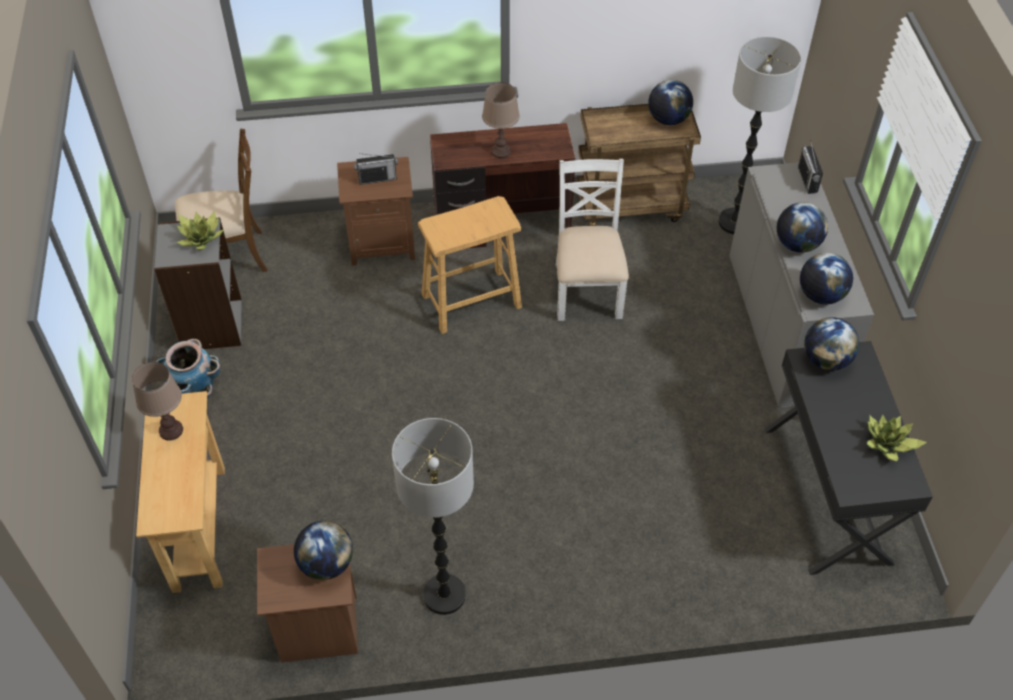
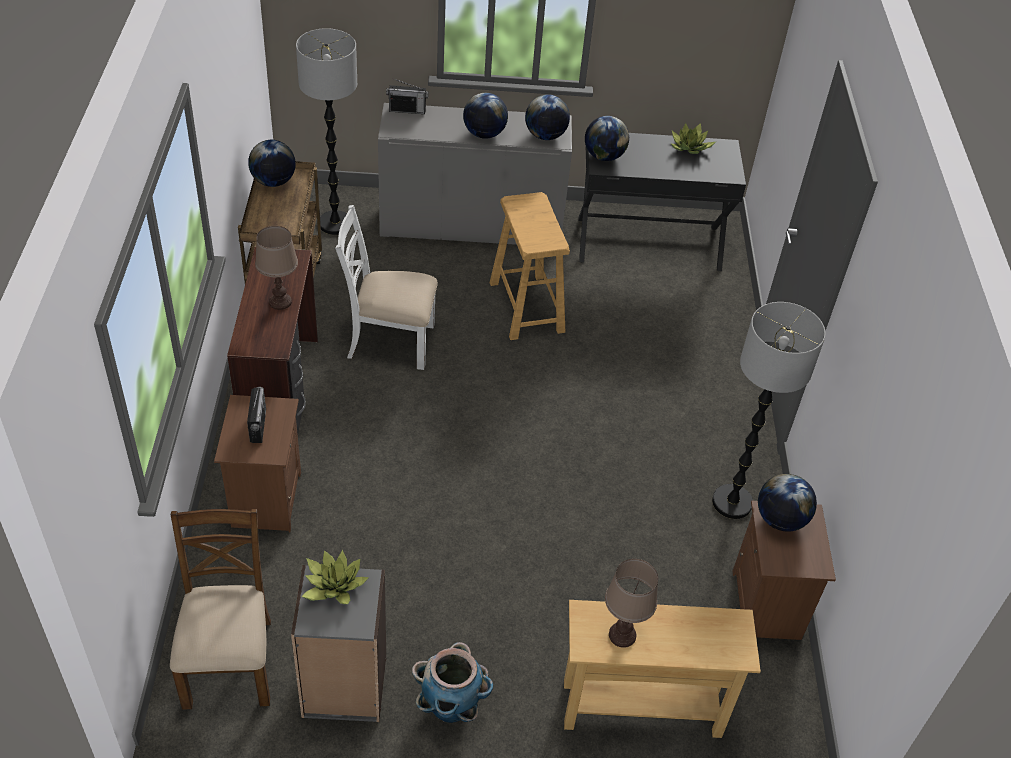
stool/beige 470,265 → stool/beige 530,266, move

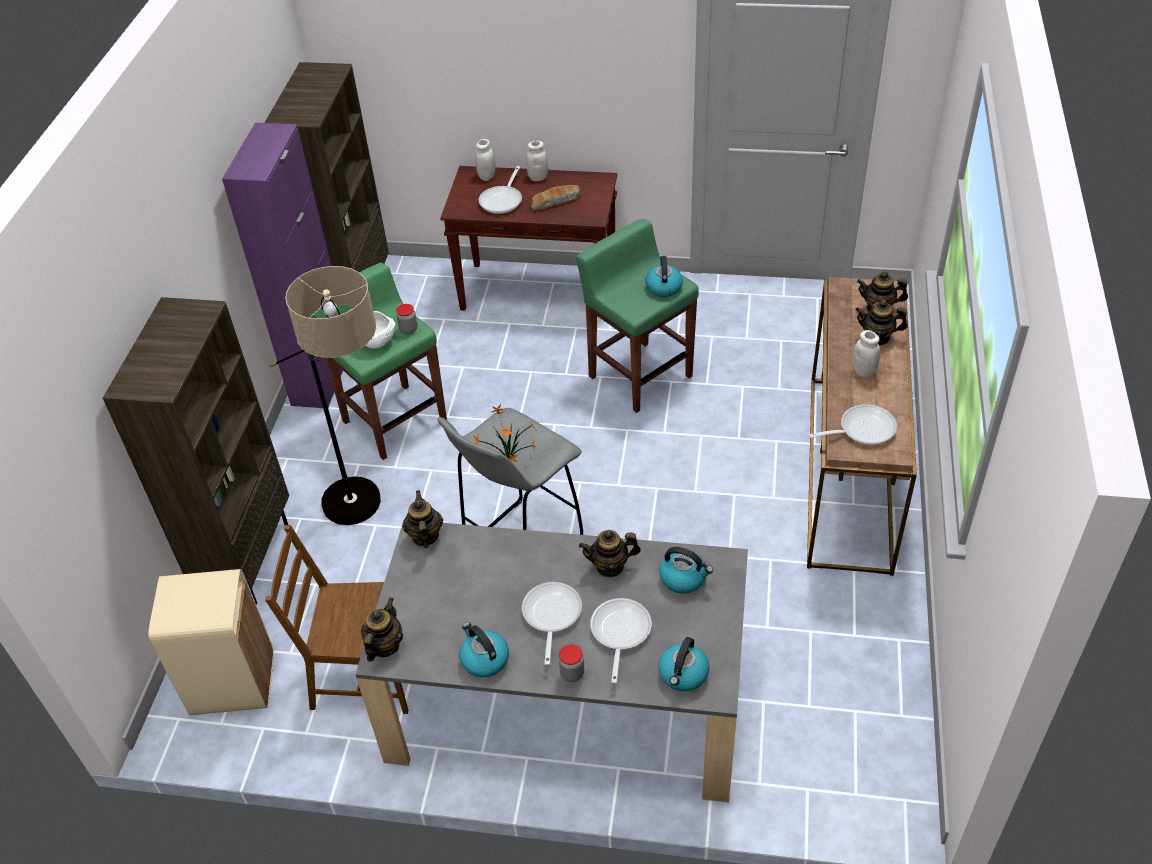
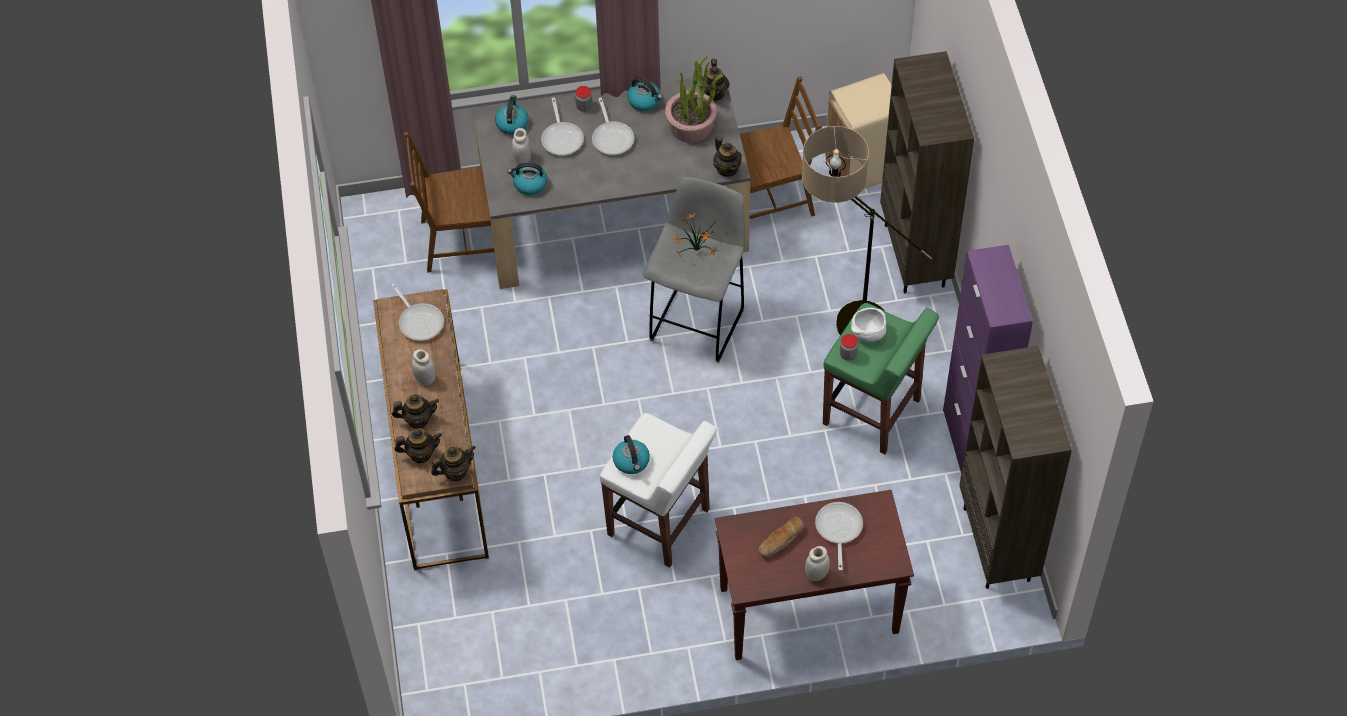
jar/white 485,160 → jar/white 521,146, move
stool/green 637,316 → stool/white 658,490
frying pan 853,424 → frying pan 417,312, 90 degrees counterclockwise
teapot 610,554 → teapot 453,463, move
- → potted plant 694,99
- → chair/brown 449,202

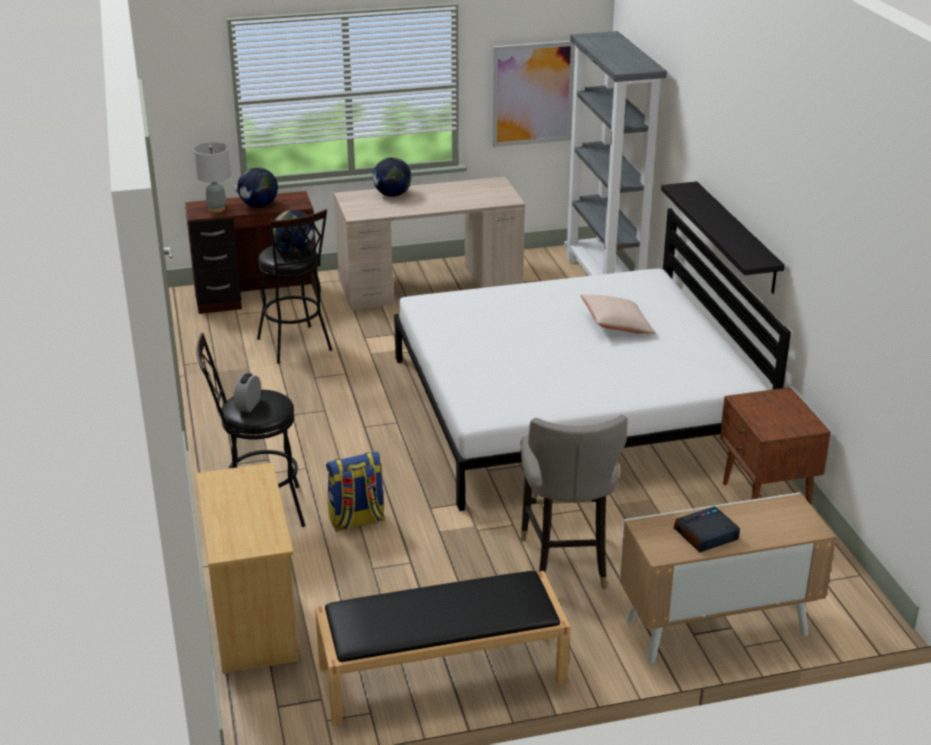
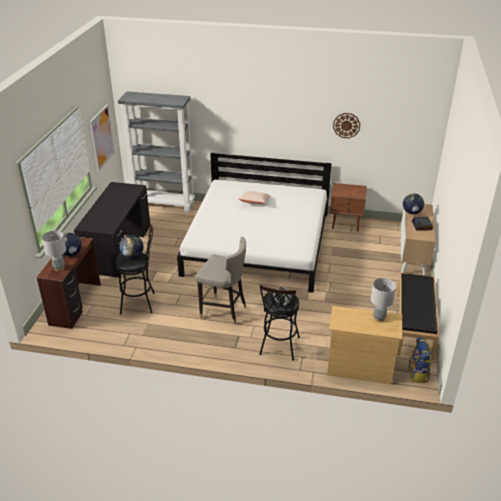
globe 392,177 → globe 413,203, move
desk/beige 429,243 → desk/black 112,229
shelf/black 723,237 → -
stool/grey 574,502 → stool/grey 220,281, move
backpack 355,492 → backpack 420,360, move
- → wall clock 346,125
- → table lamp/grey 383,300

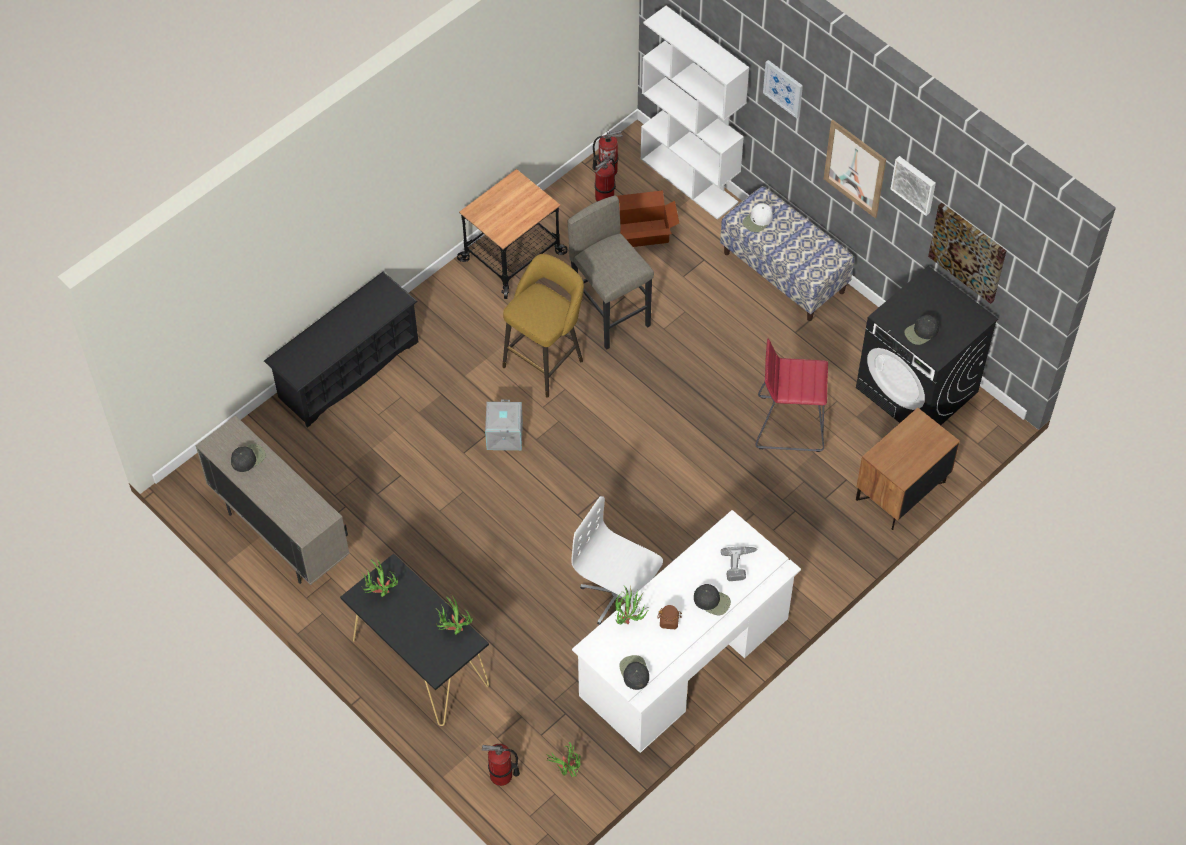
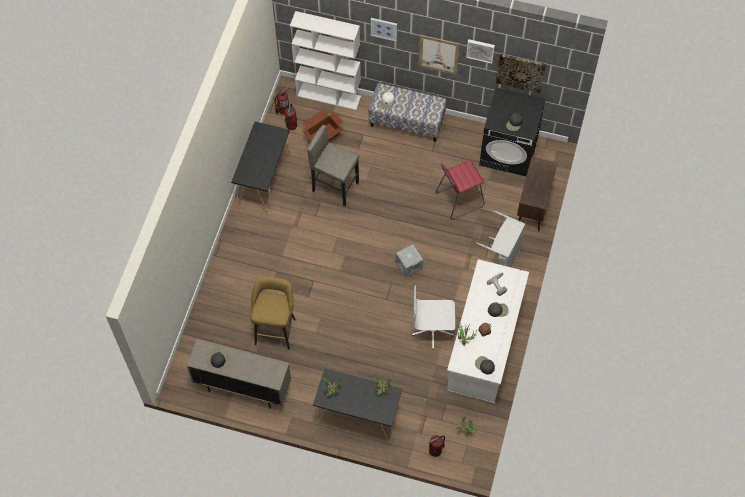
cart 512,234 → console table/black 261,168
stool/yellow 543,326 → stool/yellow 273,313, move
shoe rack/black 341,350 → -
storage box/grey 504,425 → storage box/grey 409,261, move
nightstand/brown 908,469 → cabinet/brown 537,194
- → laundry basket/grey 499,240

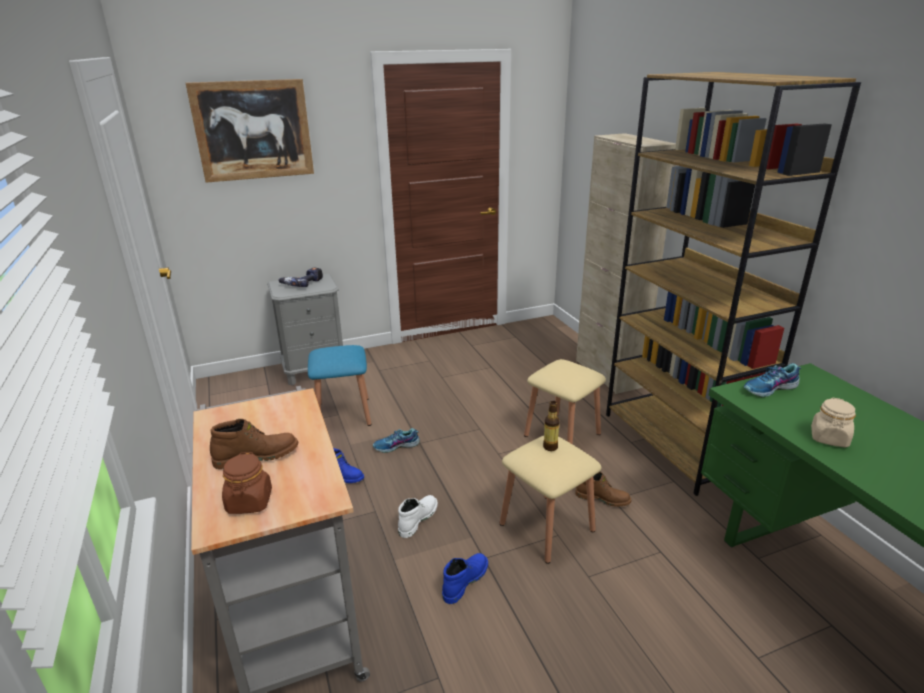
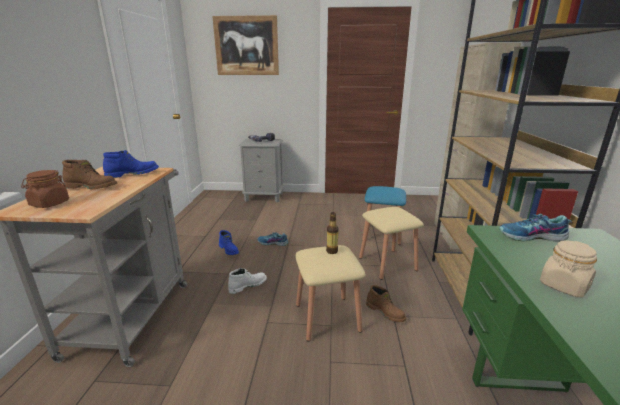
stool/blue 339,385 → stool/blue 384,215, move
boot/blue 465,578 → boot/blue 131,164, move

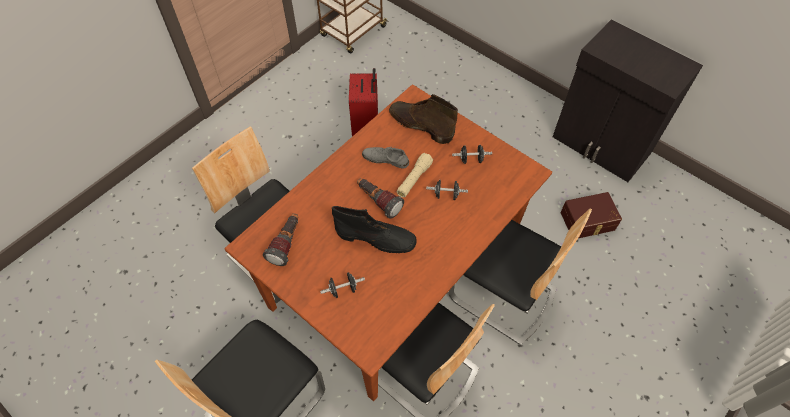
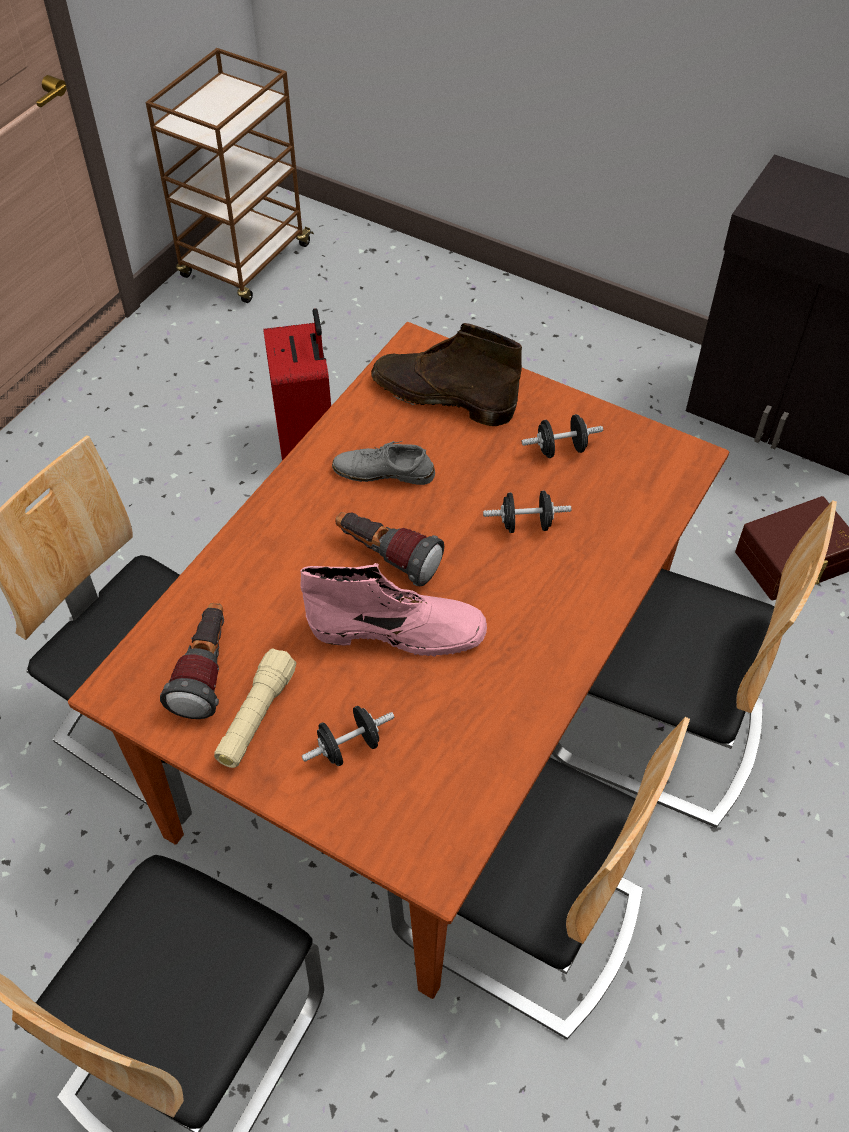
flashlight/beige 415,175 → flashlight/beige 255,708, move
boot/black 374,229 → boot/pink 393,610

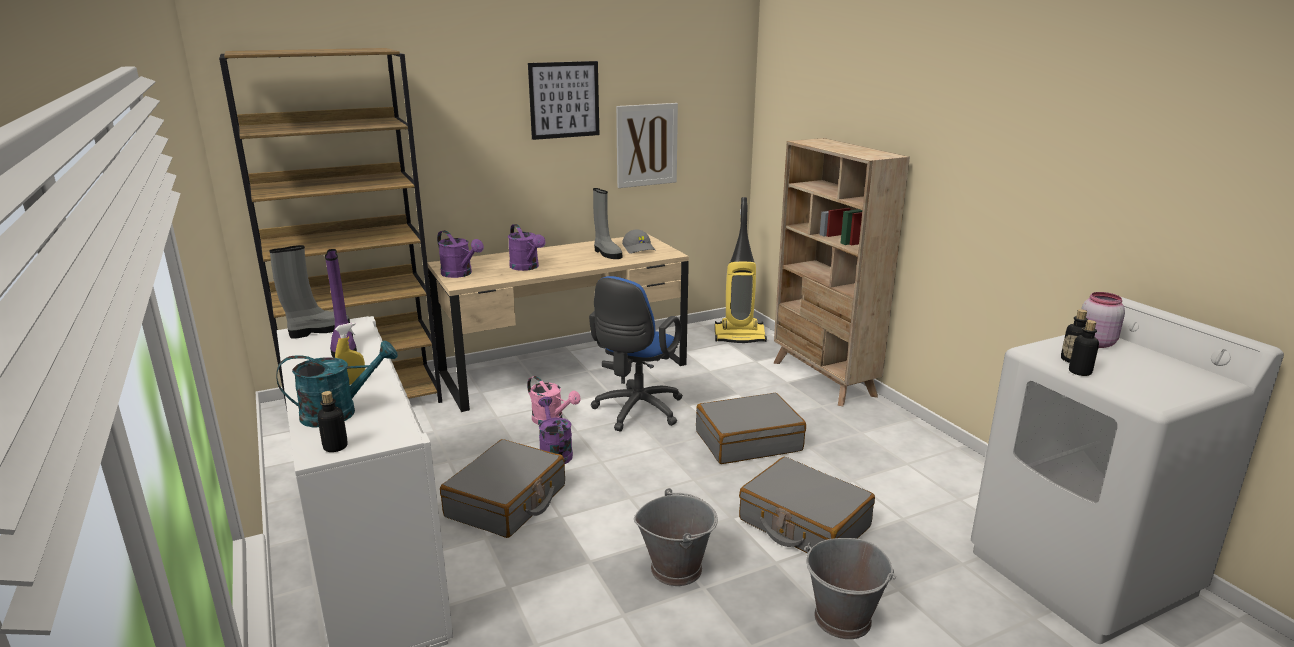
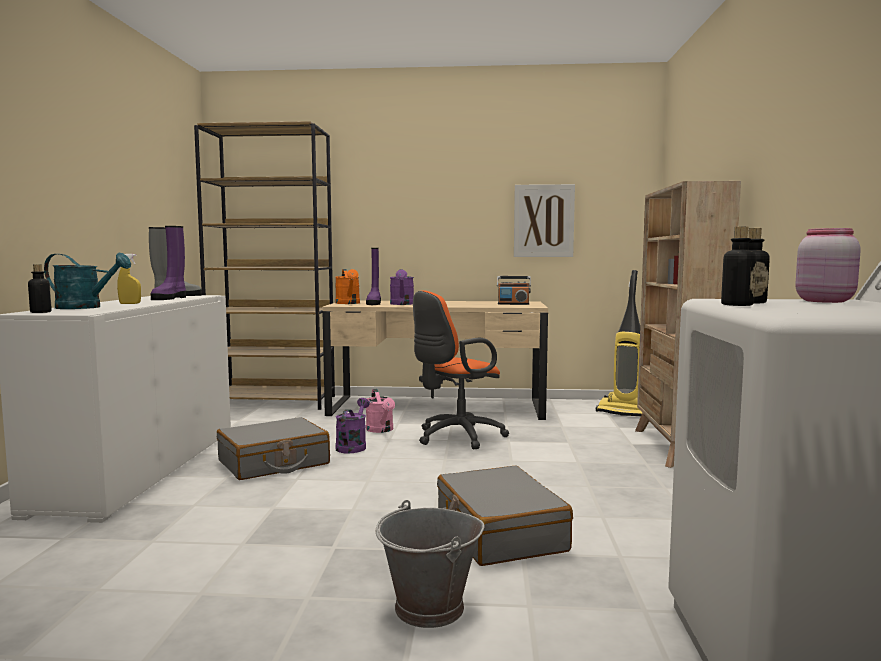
picture 563,100 → -
boot/grey 607,223 → -
cap/grey 639,241 → radio 514,290
watering can/purple 460,254 → watering can/orange 347,286
office chair/blue 636,353 → office chair/orange 461,369
suitcase/grey 751,428 → -
bucket/grey 676,537 → -
- → boot/purple 373,276

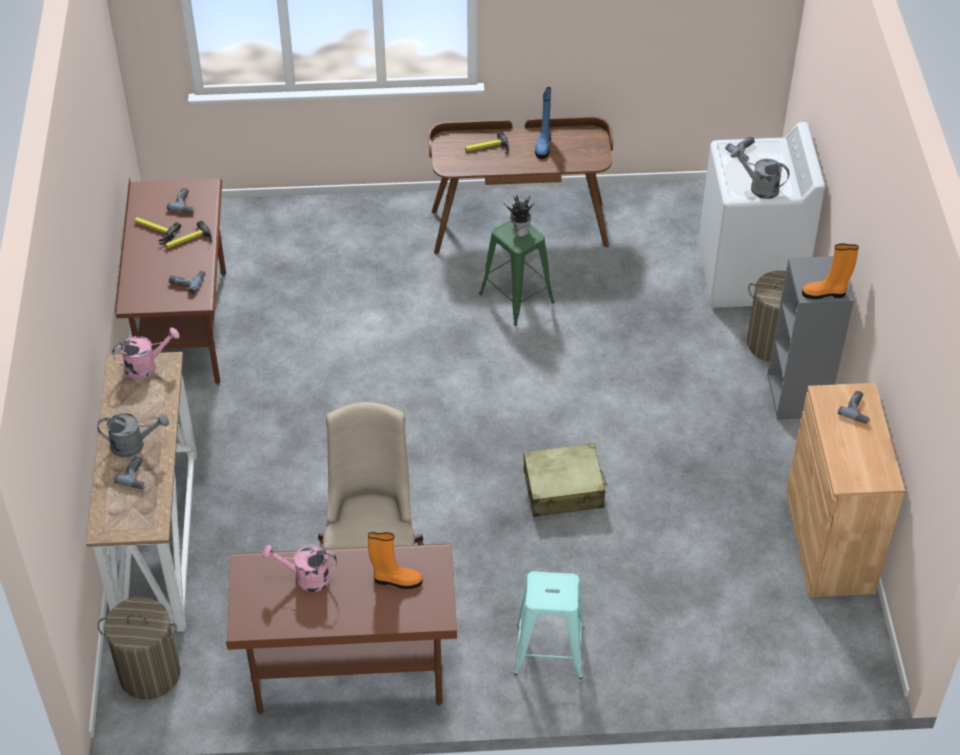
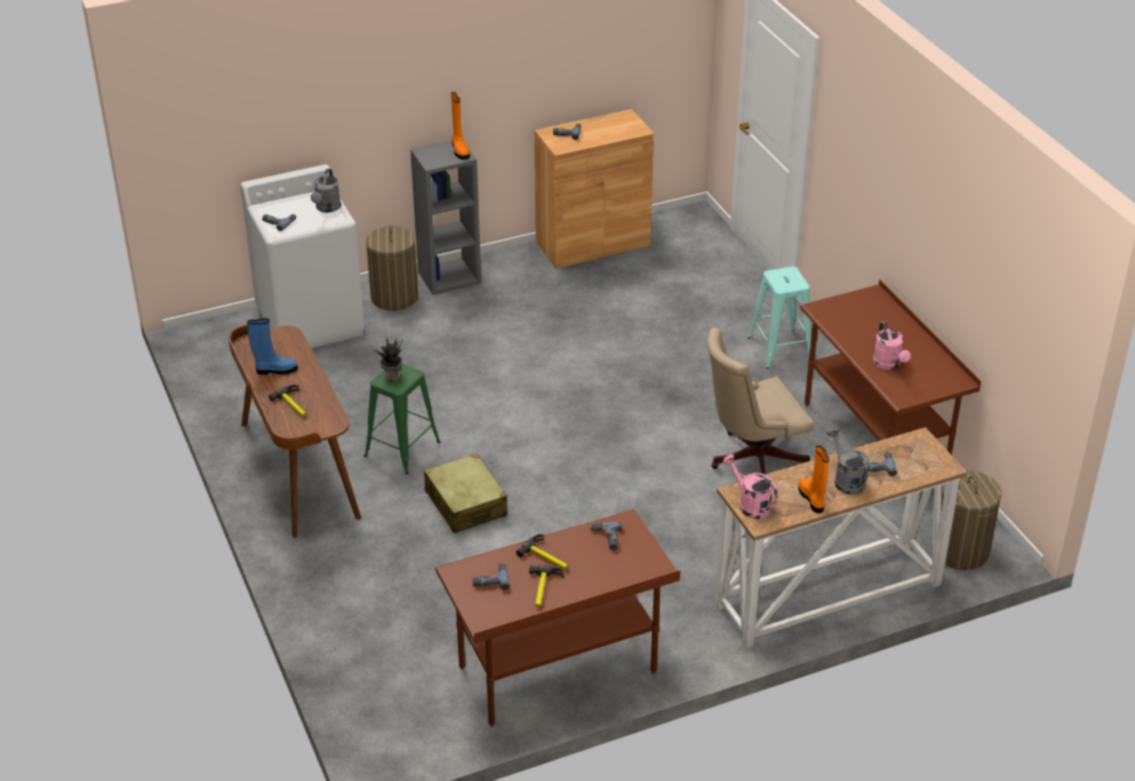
suitcase/beige 565,480 → suitcase/beige 465,493, move
boot/orange 395,560 → boot/orange 813,479, move

